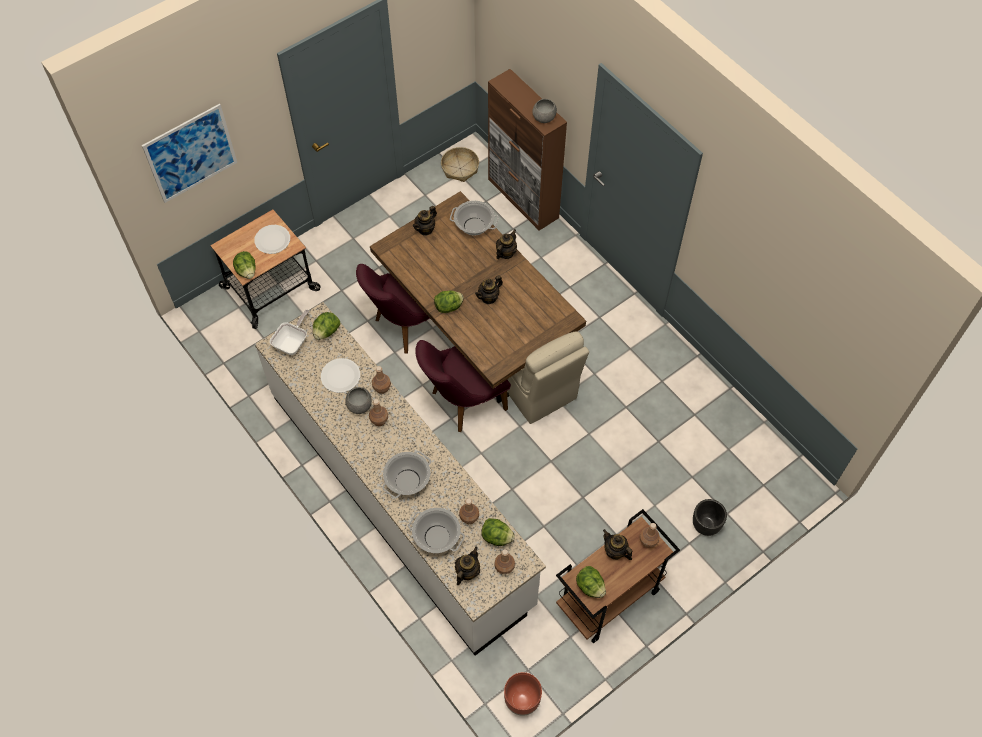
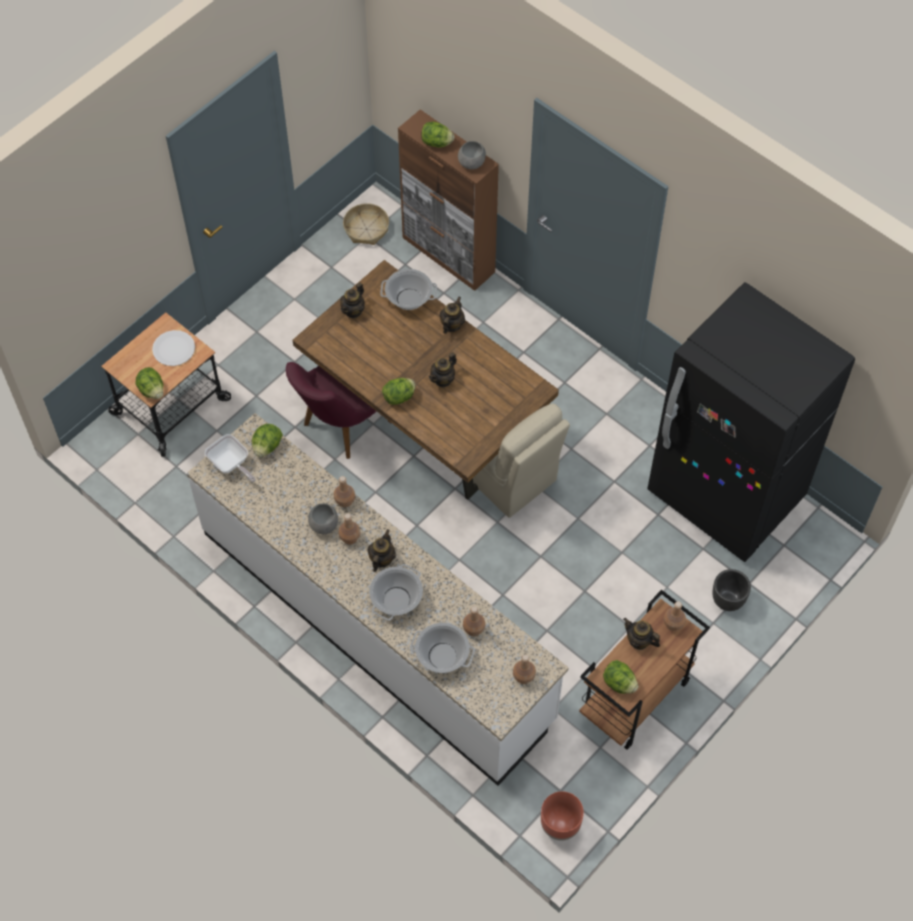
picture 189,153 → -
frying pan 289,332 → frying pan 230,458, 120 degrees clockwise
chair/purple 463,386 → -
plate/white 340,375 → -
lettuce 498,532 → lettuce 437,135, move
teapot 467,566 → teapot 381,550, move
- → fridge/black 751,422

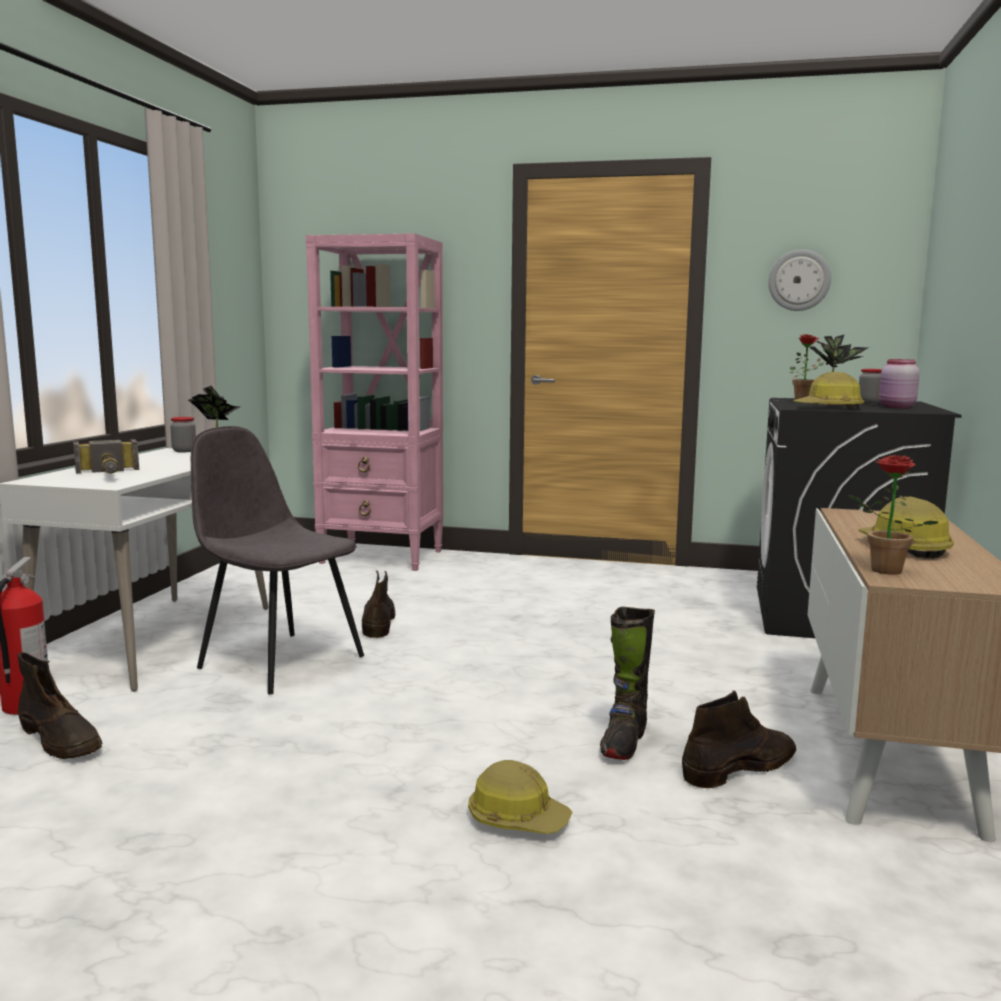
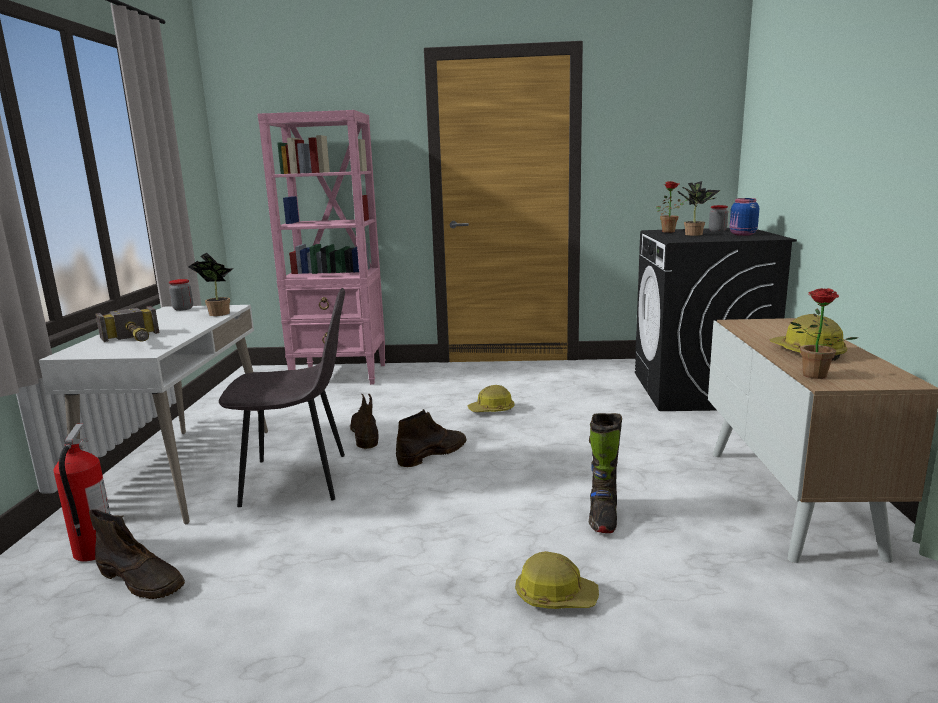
wall clock 799,280 → -
jar/pink 899,383 → jar/blue 744,217
hard hat 828,390 → hard hat 491,398, move
chair/grey 277,560 → chair/grey 282,397, 150 degrees clockwise
boot/brown 739,739 → boot/brown 431,438, move

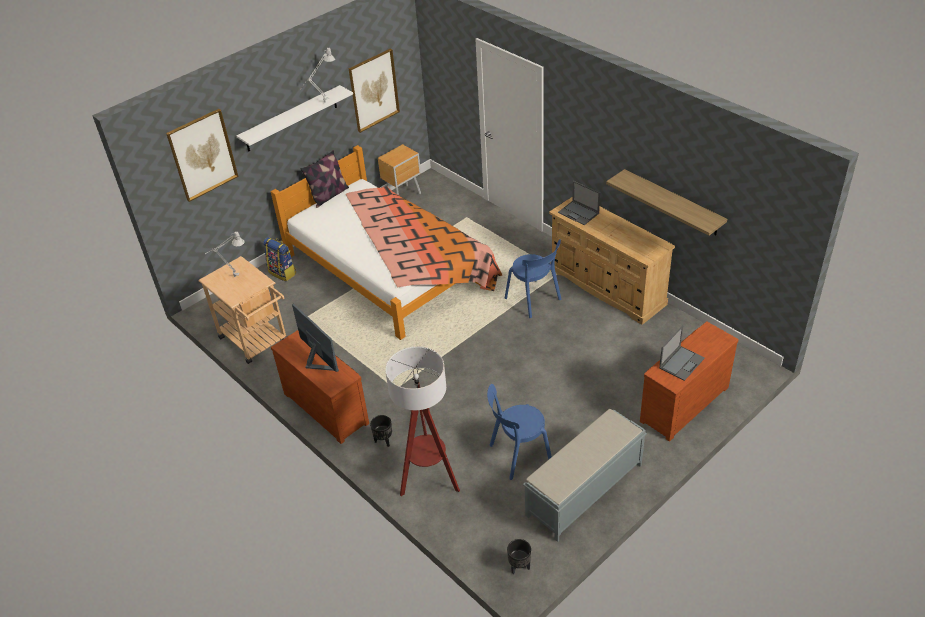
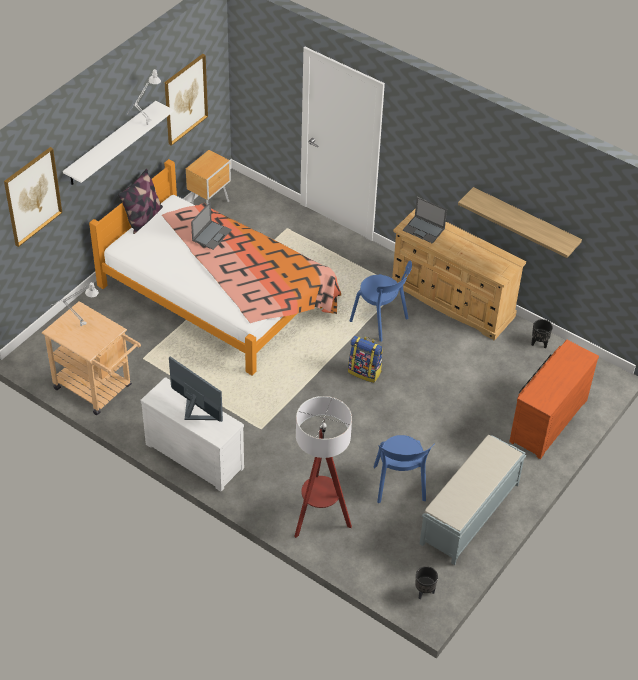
backpack 279,259 → backpack 365,359, move
laptop 682,353 → laptop 211,226, move
dresser/brown 320,387 → dresser/white 192,434
chair/blue 519,432 → chair/blue 404,469, 60 degrees counterclockwise
planter/black 381,431 → planter/black 542,334, move

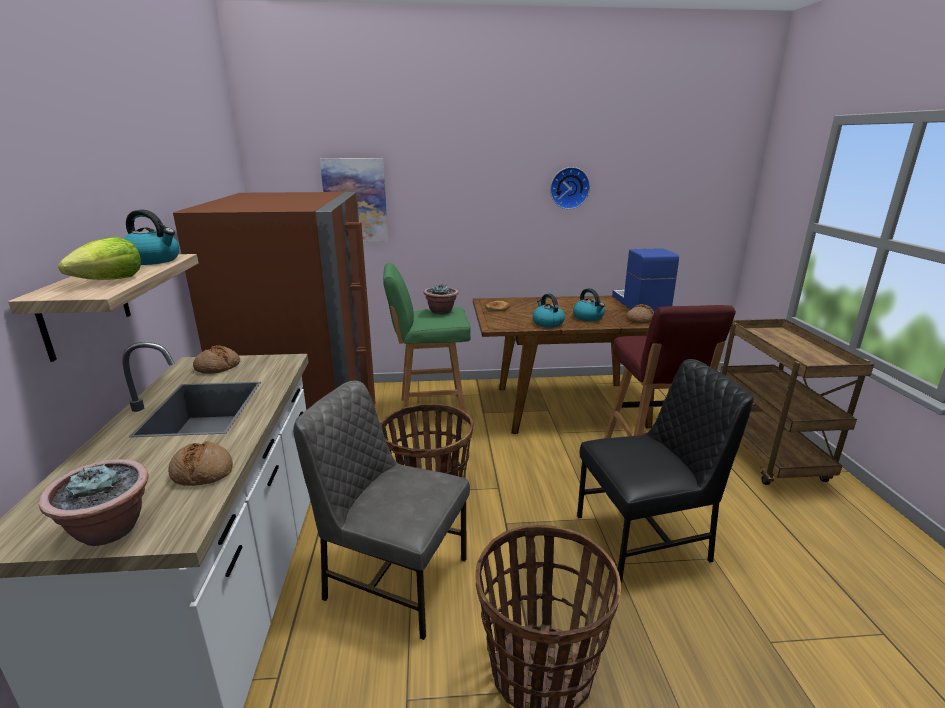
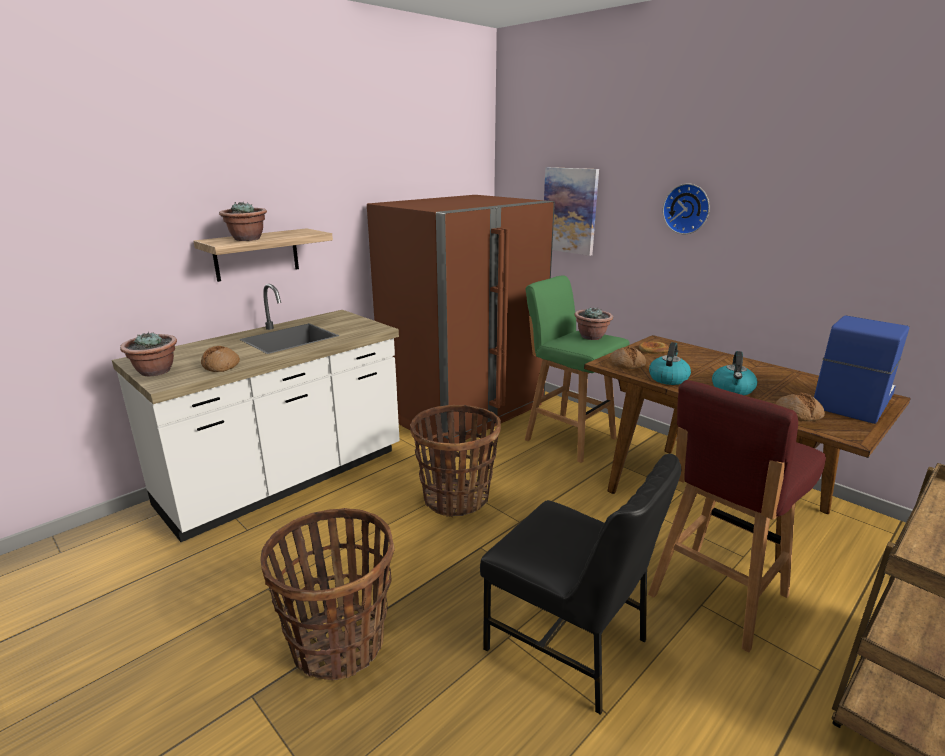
wall clock 570,188 → wall clock 686,209, move
kettle 151,237 → -
lettuce 99,258 → potted plant 243,221
bread 216,359 → bread 627,358, move
chair/grey 381,510 → -

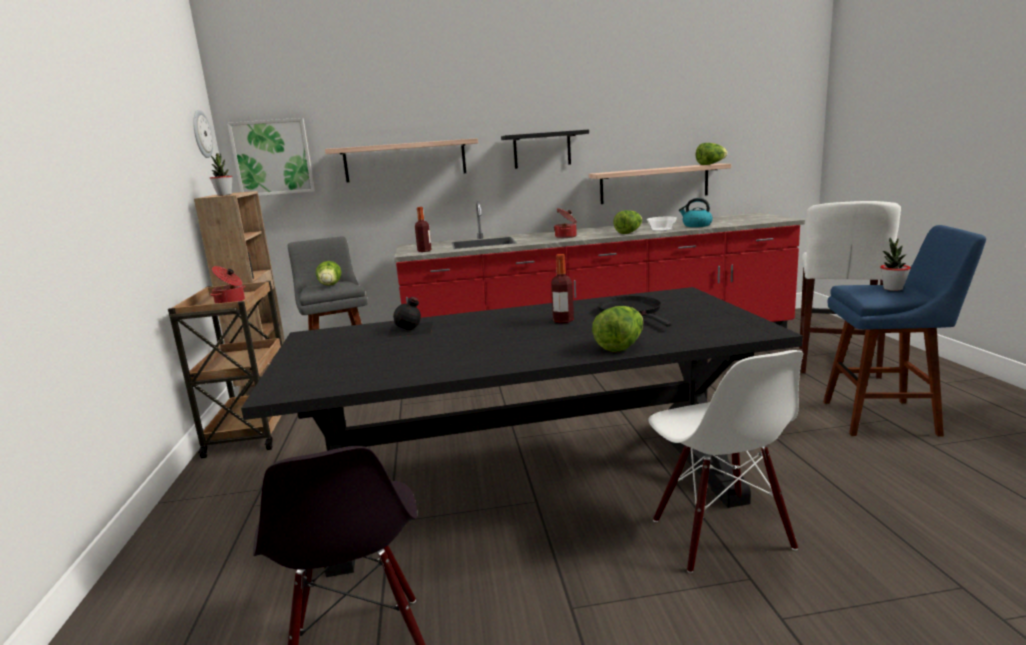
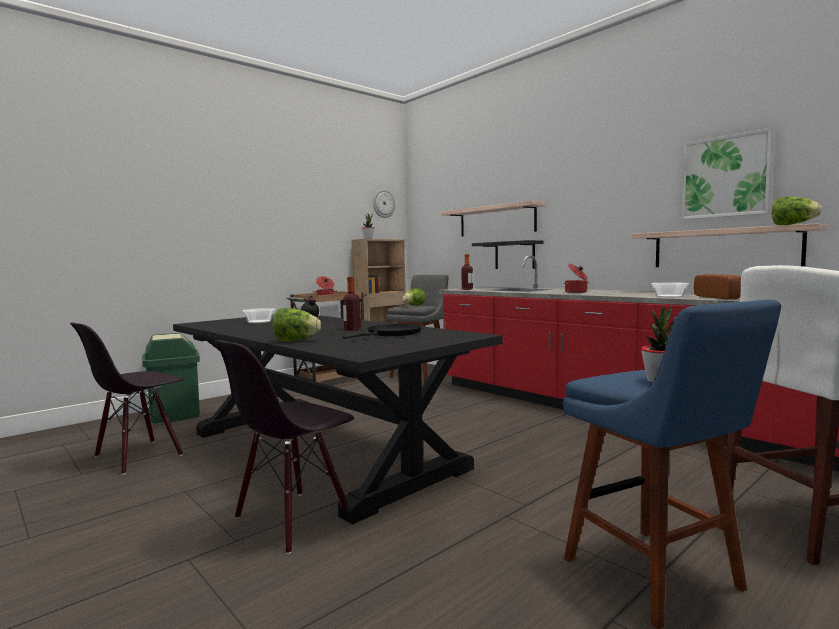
picture 271,157 → picture 727,174, move
shelf/black 545,149 → shelf/black 508,254, move
kettle 696,212 → bread 717,286
lettuce 627,222 → -
chair/white 725,461 → chair/black 284,447
- → bowl 258,315
- → trash can/green 171,378

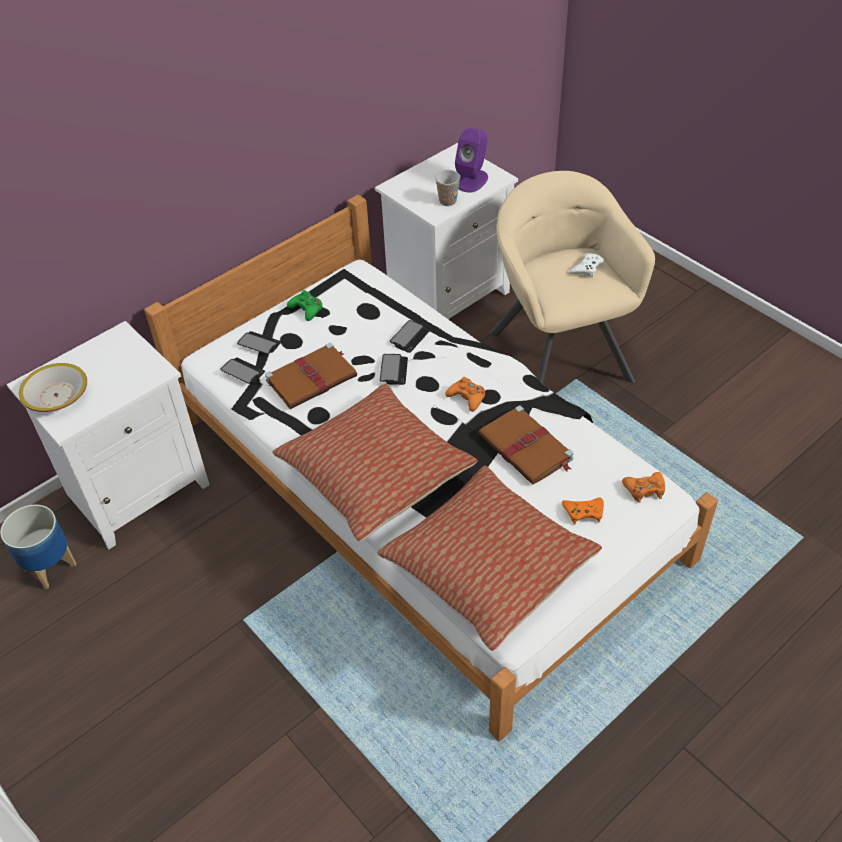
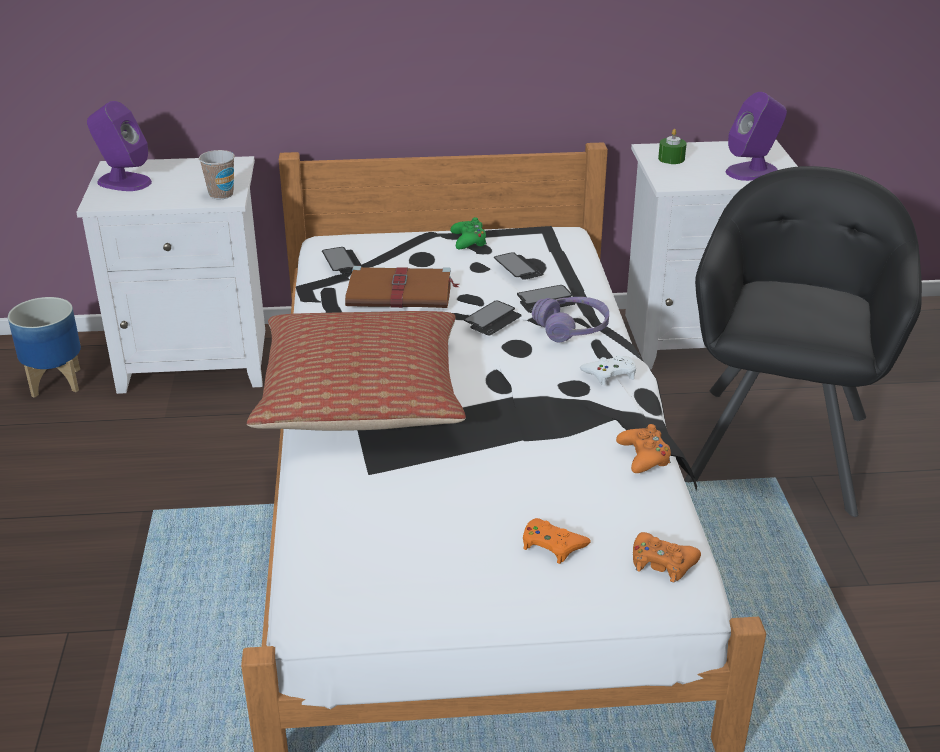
cup 447,188 → cup 217,174, move
armchair/beige 572,277 → armchair/black 803,341
game controller/white 586,265 → game controller/white 608,371, move
phone 259,342 → phone 519,266, move
bowl 53,387 → speaker/purple 119,146
game controller/orange 465,394 → game controller/orange 643,448, move
book/brown 526,445 → -
pillow 489,558 → -
- → candle/green 672,146
- → headphones/purple 570,319

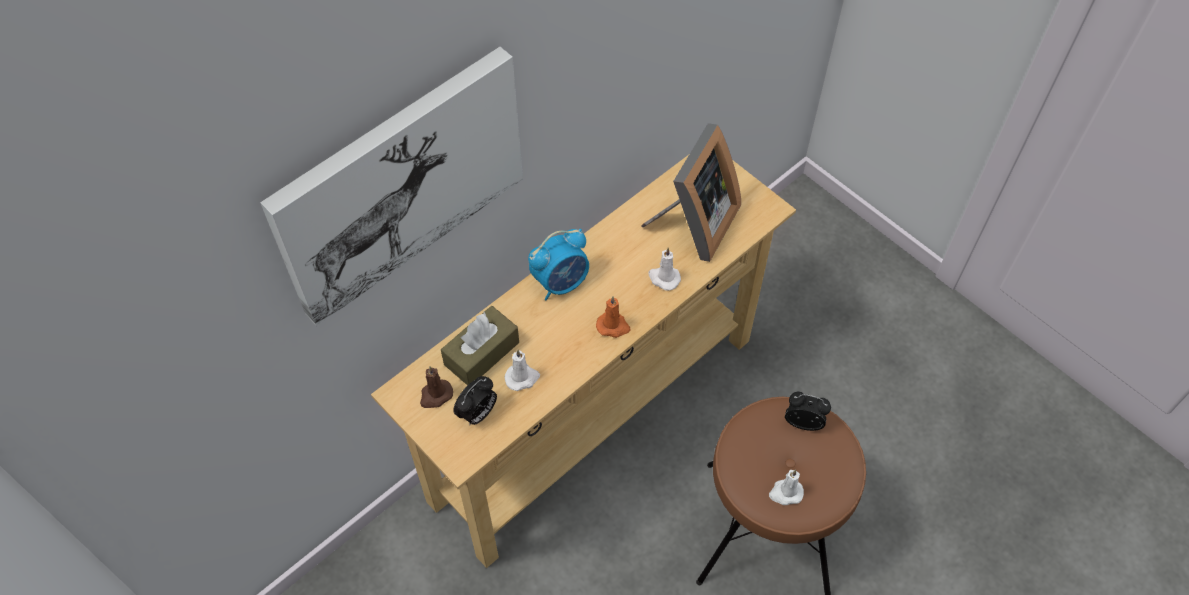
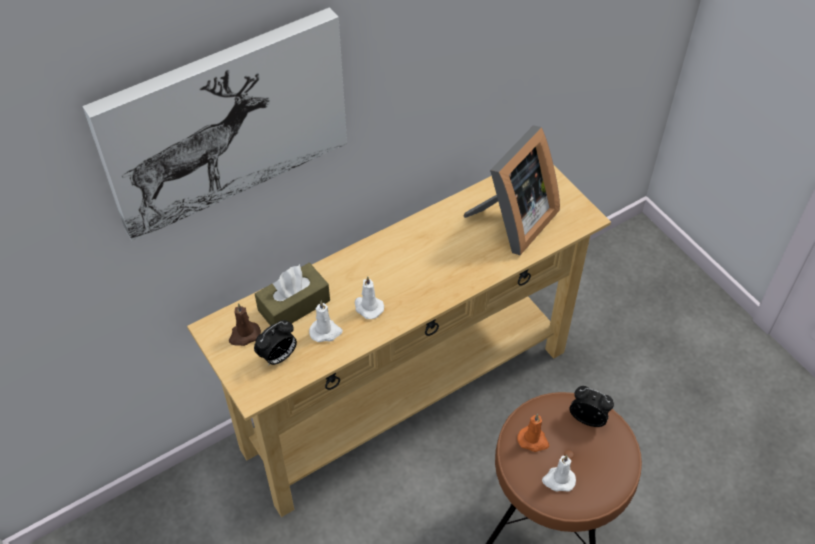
alarm clock 558,264 → -
candle/white 665,269 → candle/white 369,297, move
candle/orange 613,317 → candle/orange 533,433, move

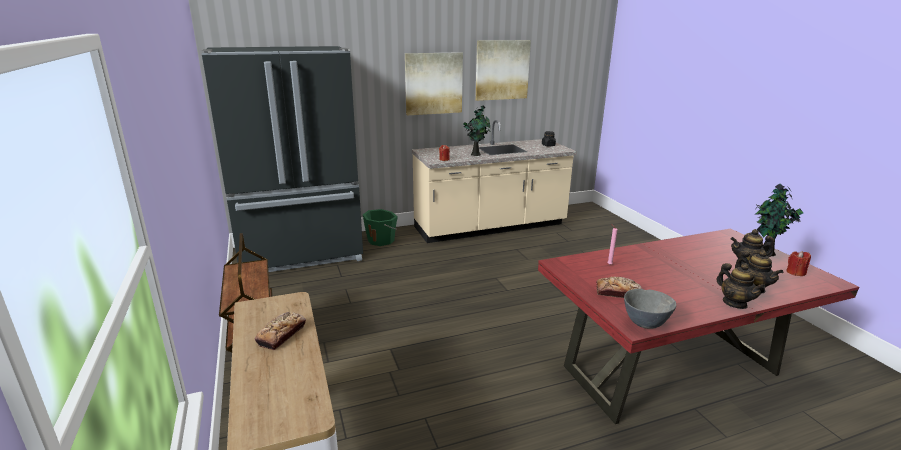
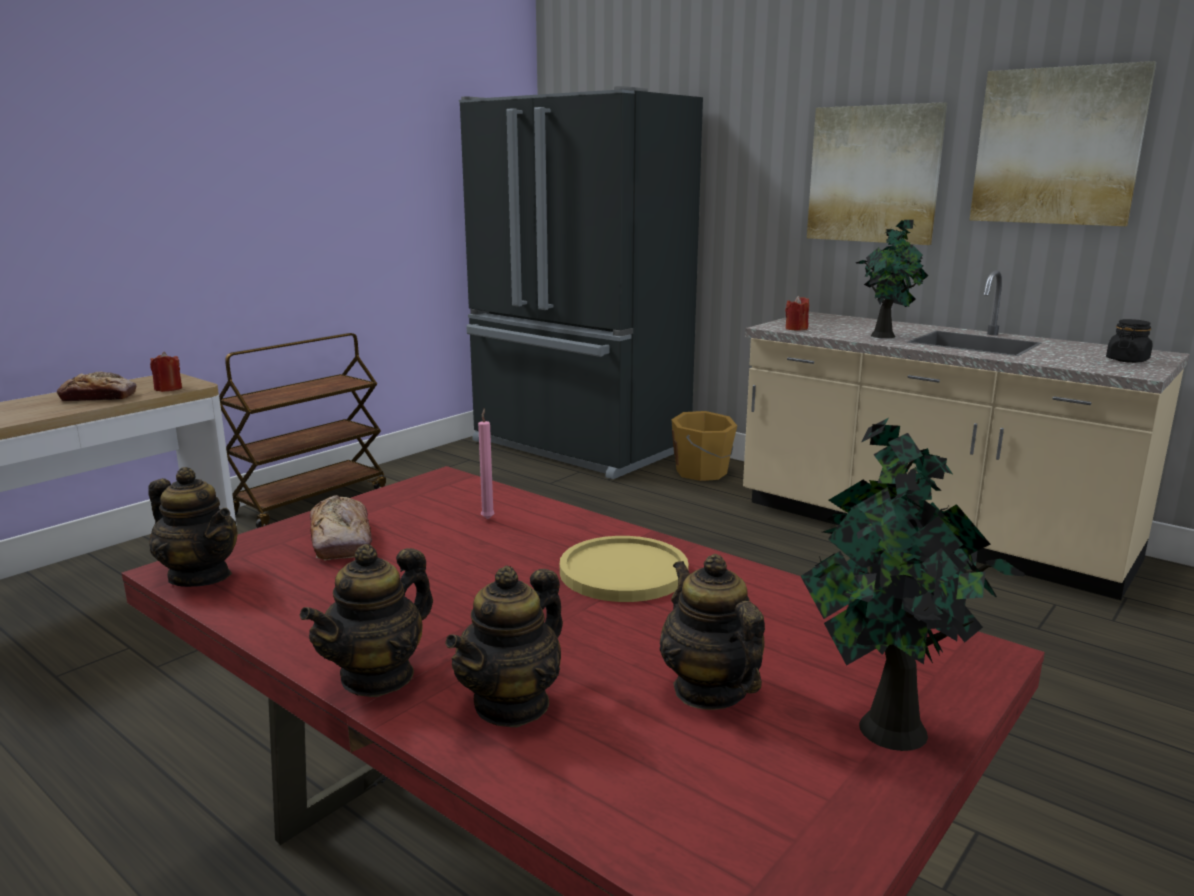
bucket/green 380,227 → bucket/orange 704,446
candle/red 798,263 → candle/red 166,372, move
bowl/grey 650,309 → teapot 193,527
- → plate/yellow 624,569

